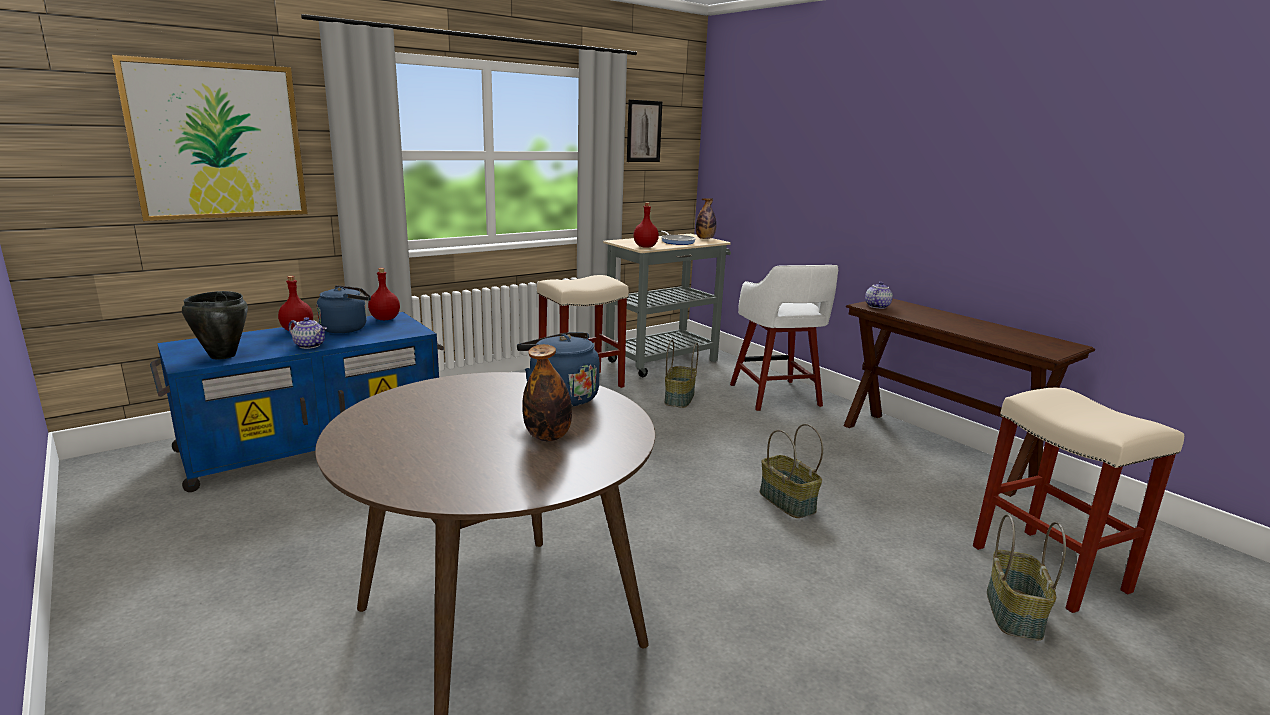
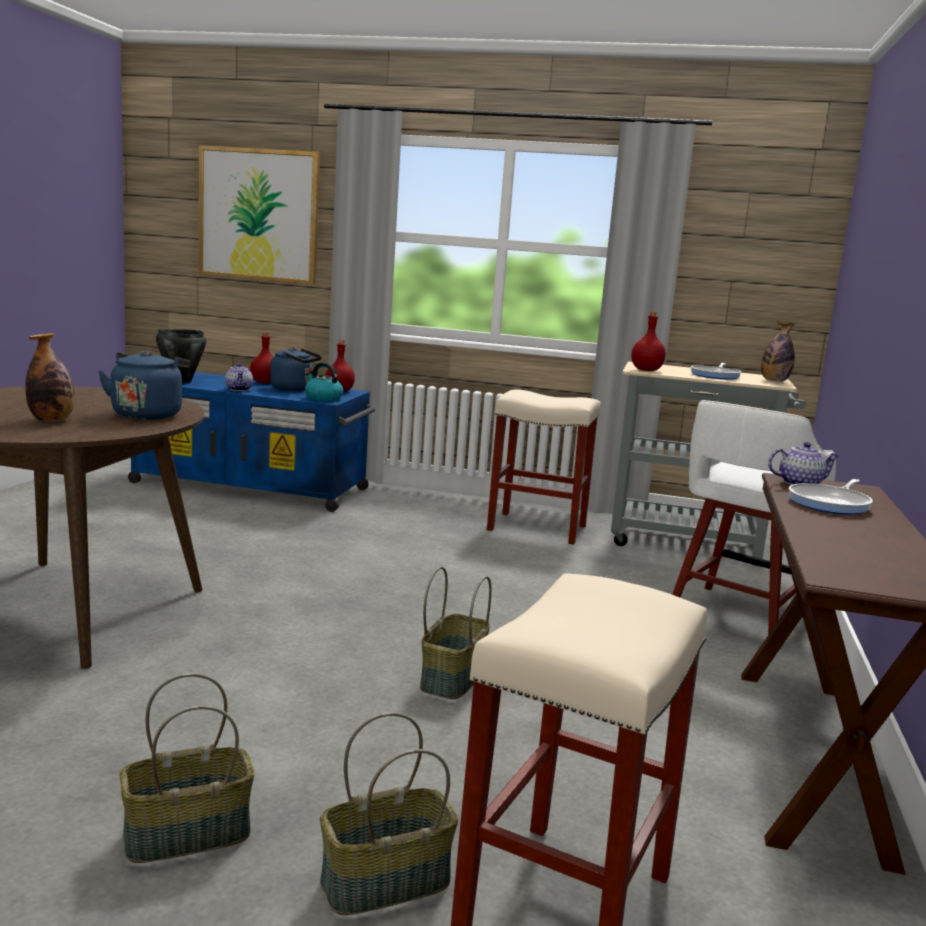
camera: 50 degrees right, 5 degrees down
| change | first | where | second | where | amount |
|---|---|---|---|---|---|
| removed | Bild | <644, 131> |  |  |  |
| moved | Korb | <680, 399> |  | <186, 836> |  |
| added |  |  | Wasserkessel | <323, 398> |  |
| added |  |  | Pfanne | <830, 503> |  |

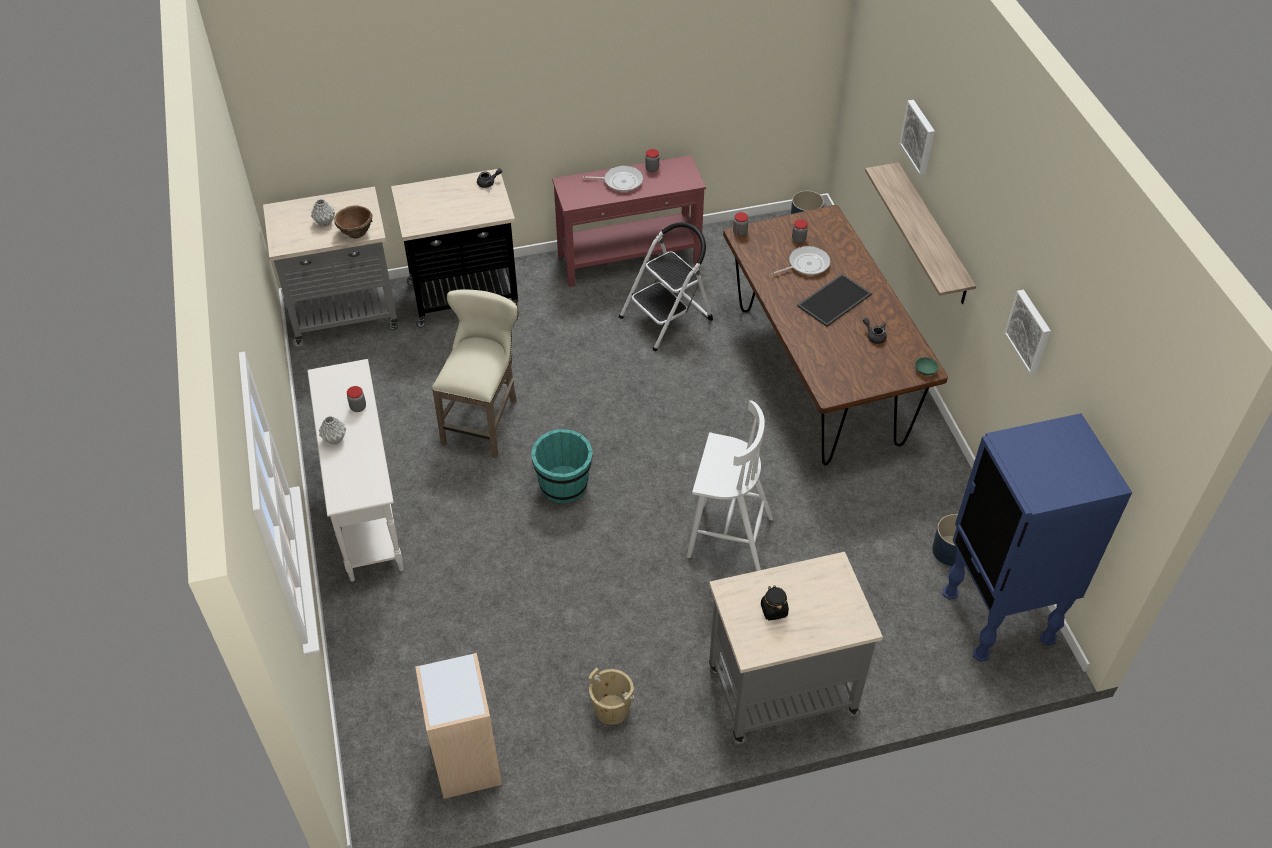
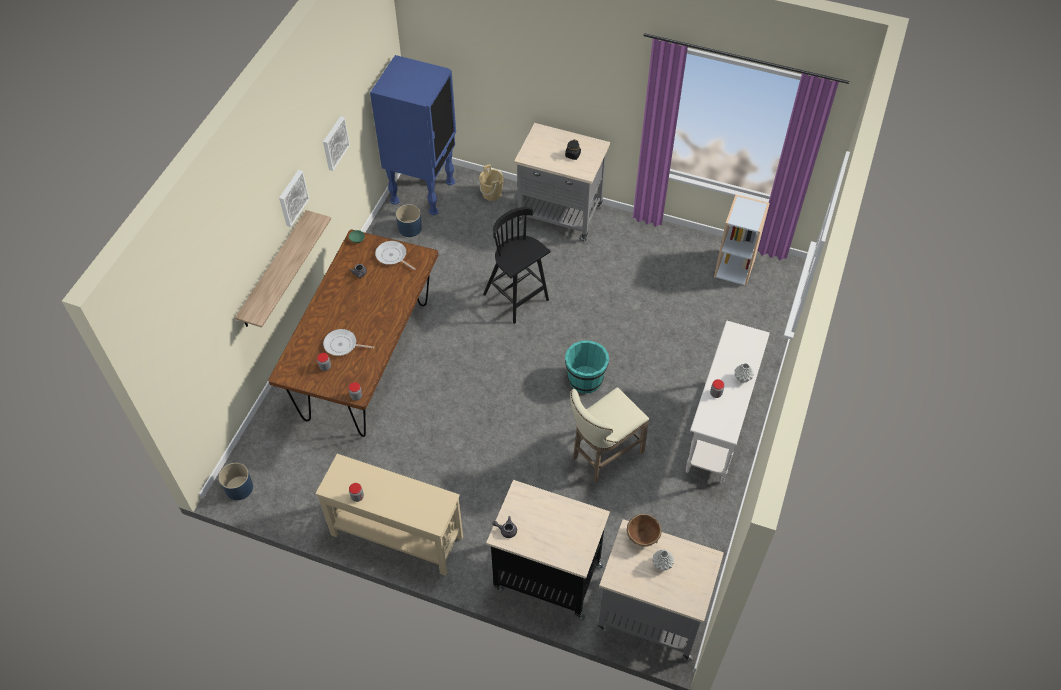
camera: 145 degrees left, 5 degrees up
| change | first | where | second | where | amount |
|---|---|---|---|---|---|
| recoloured | Konsolentisch (rot) | <630, 259> | Konsolentisch (beige) | <396, 535> |  |
| moved | Pfanne | <620, 181> |  | <392, 256> |  |
| moved | Eimer (beige) | <611, 709> |  | <492, 193> |  |
| removed | Trittleiter | <668, 318> |  |  |  |
| recoloured | Hocker (weiß) | <726, 536> | Hocker (schwarz) | <517, 298> |  |
| removed | Tablett | <834, 299> |  |  |  |
| moved | Bild | <919, 137> |  | <292, 197> |  |

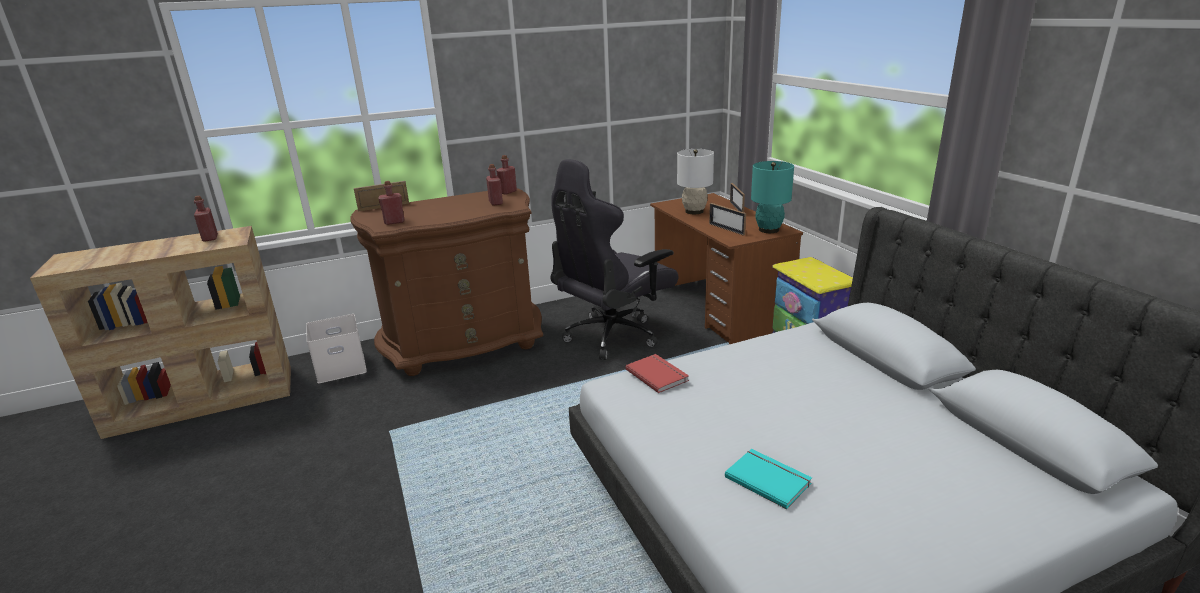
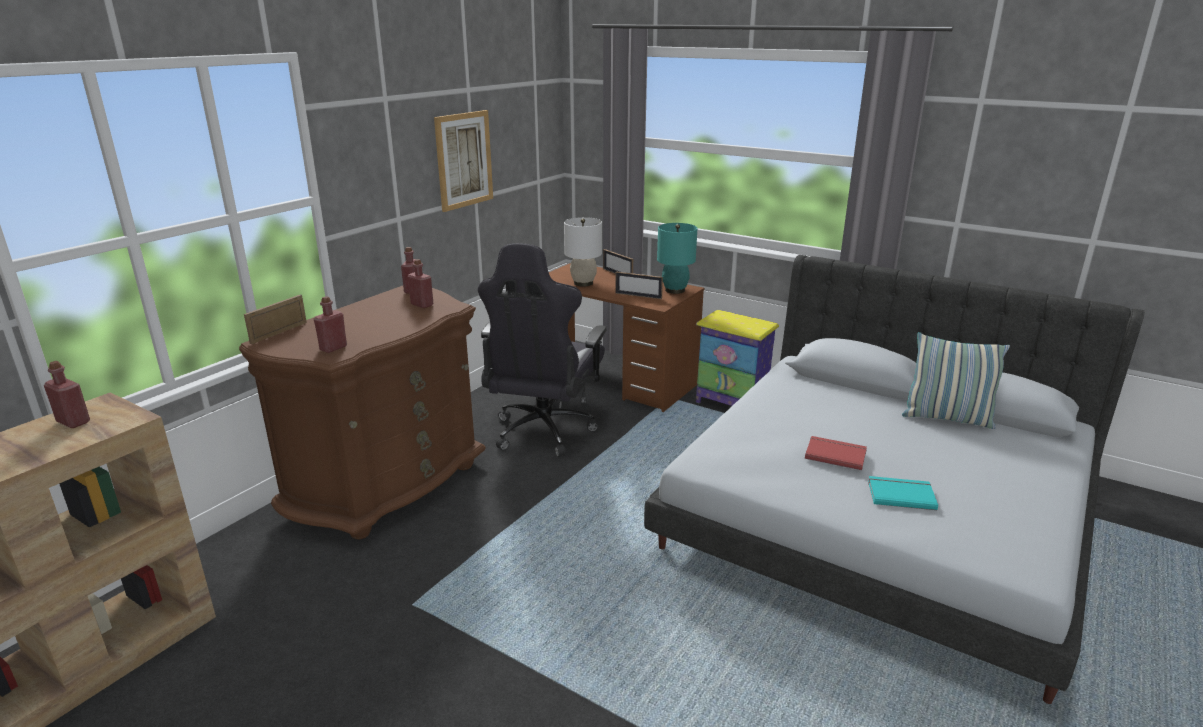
camera: 35 degrees left, 0 degrees up
| change | first | where | second | where | amount |
|---|---|---|---|---|---|
| removed | Aufbewahrungsbox (weiß) | <340, 368> |  |  |  |
| moved | Buch (rot) | <658, 374> |  | <835, 454> |  |
| added |  |  | Bild | <464, 160> |  |
| added |  |  | Kissen | <947, 418> |  |

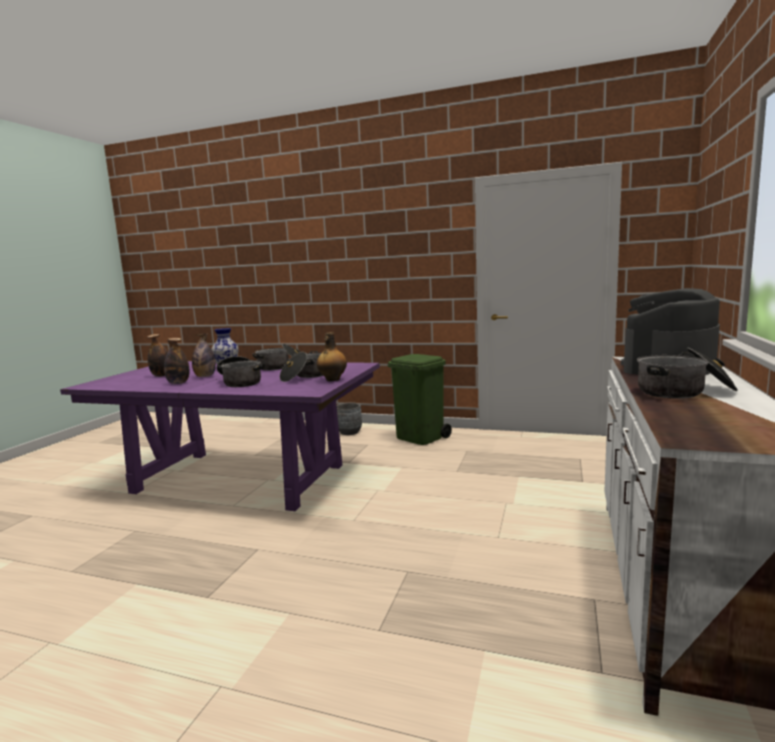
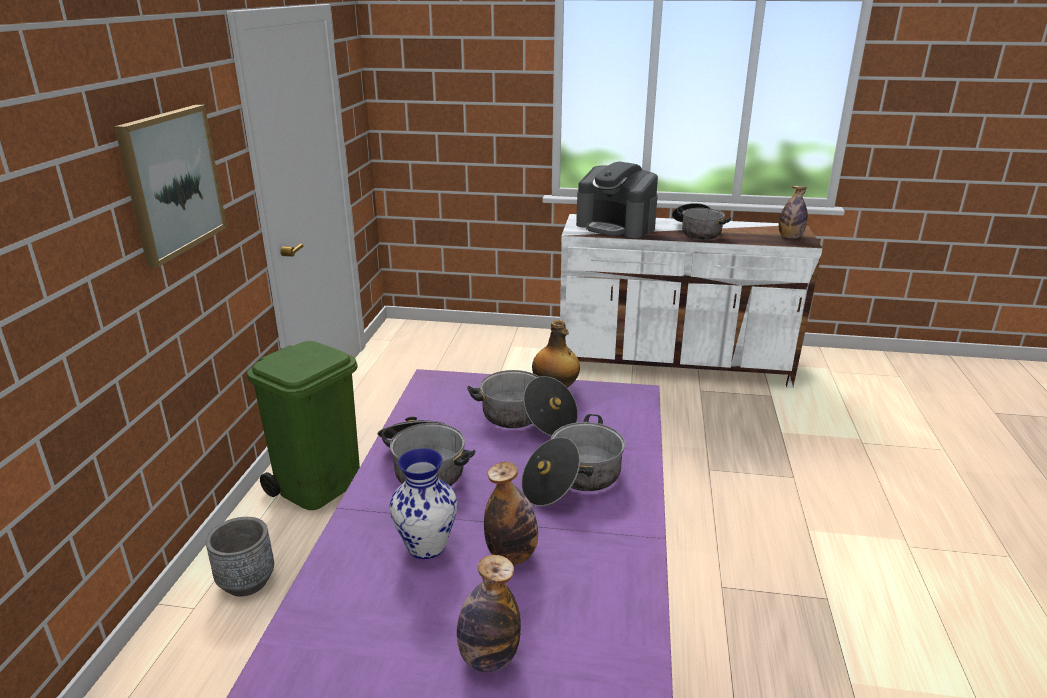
camera: 100 degrees left, 15 degrees up
| change | first | where | second | where | amount |
|---|---|---|---|---|---|
| moved | Flasche | <178, 383> |  | <790, 237> |  |
| added |  |  | Bild | <172, 182> |  |

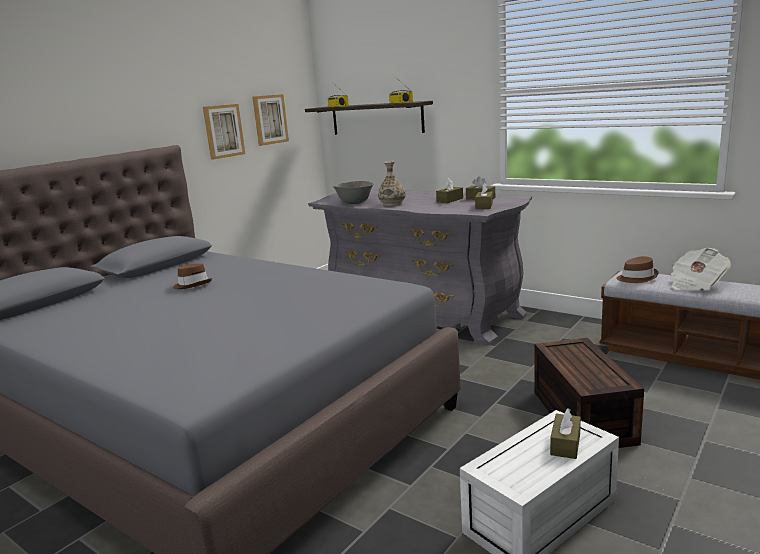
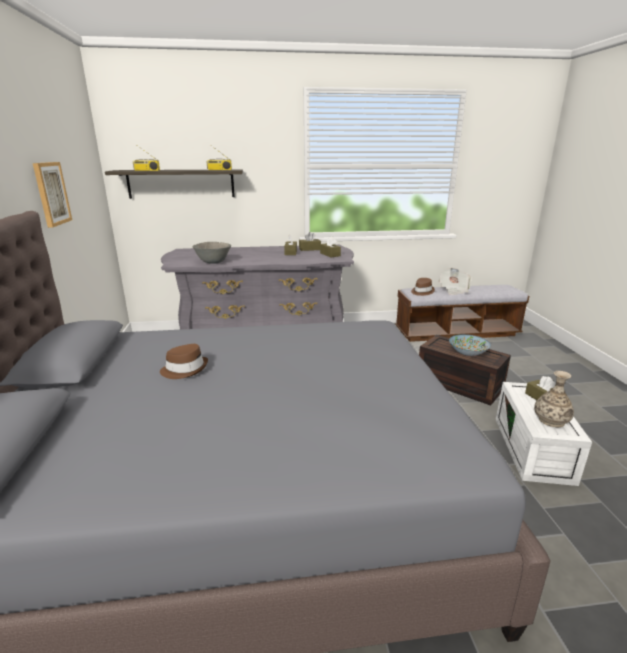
camera: 45 degrees left, 5 degrees up
| change | first | where | second | where | amount |
|---|---|---|---|---|---|
| removed | Bild | <269, 119> |  |  |  |
| moved | Vase | <392, 204> |  | <551, 420> |  |
| added |  |  | Schüssel | <467, 353> |  |

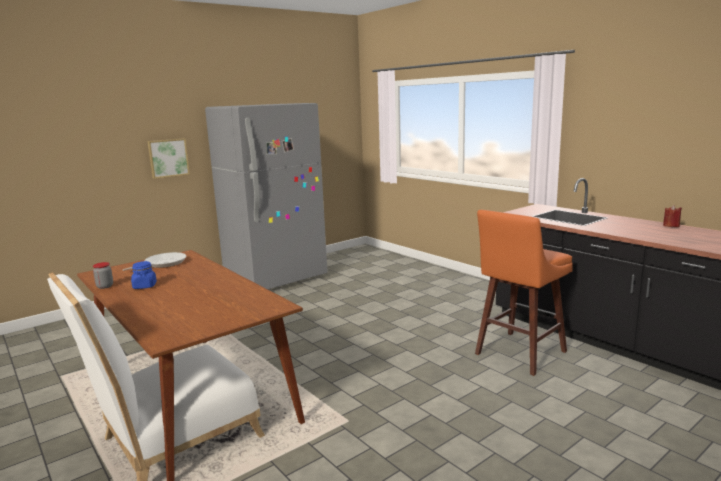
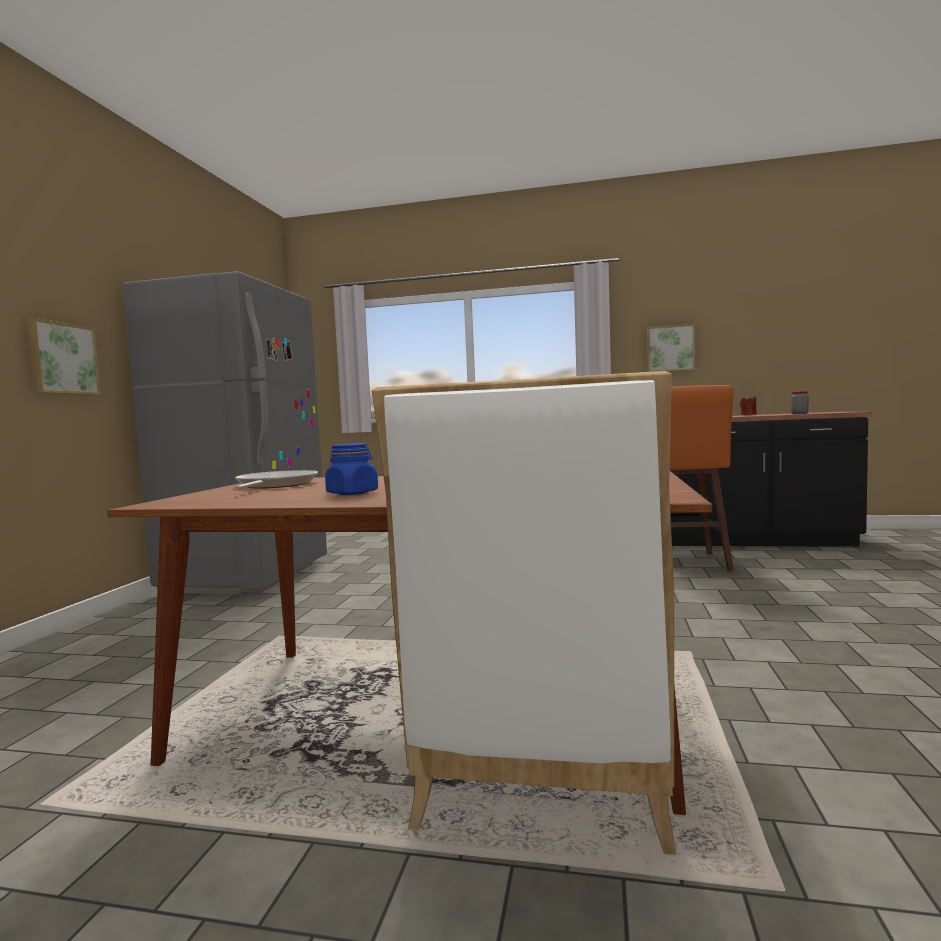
camera: 40 degrees left, 10 degrees down
| change | first | where | second | where | amount |
|---|---|---|---|---|---|
| moved | Vorratsglas | <105, 286> |  | <799, 414> |  |
| added |  |  | Bild | <670, 348> |  |

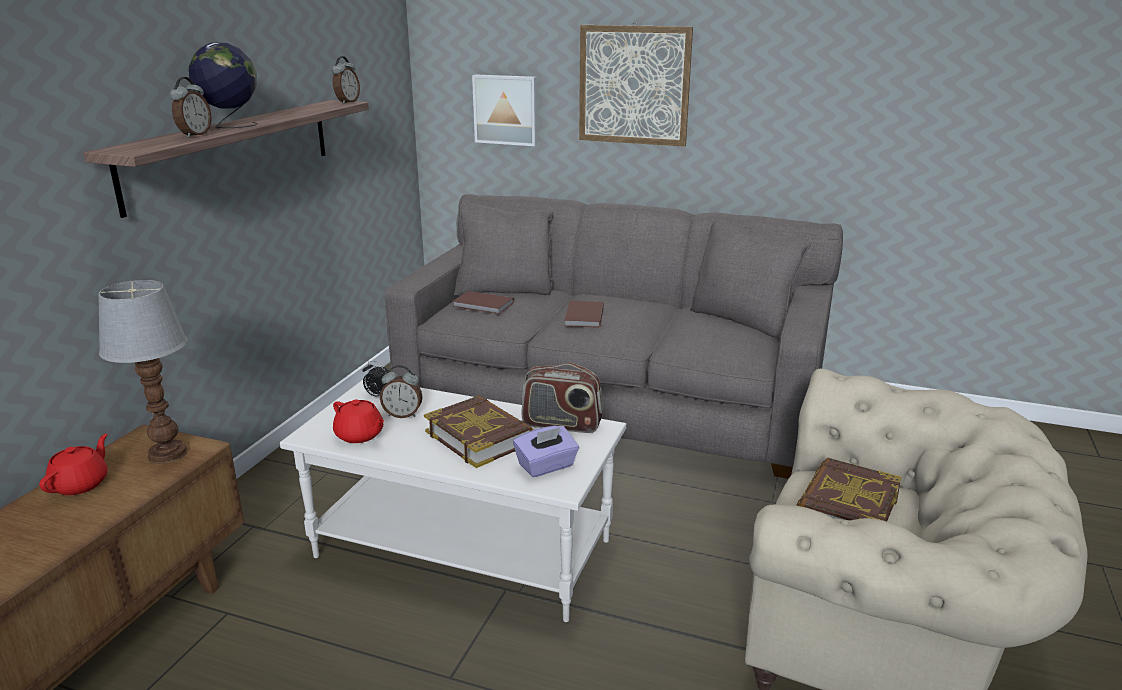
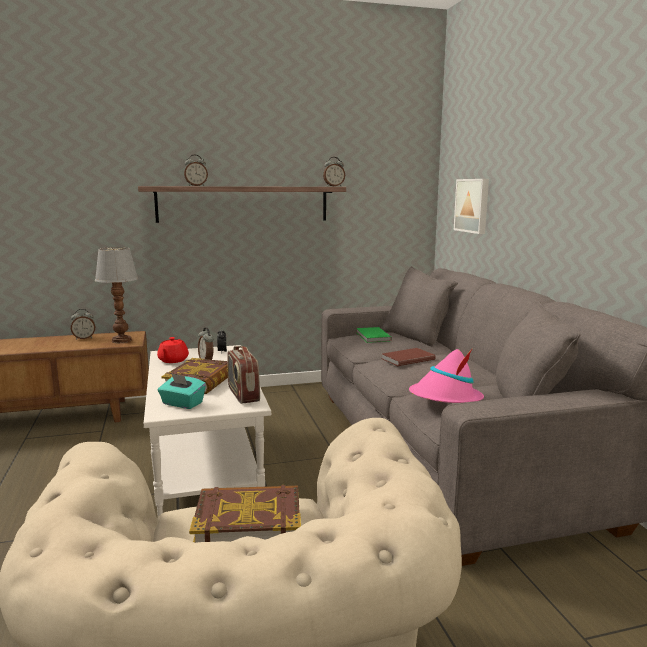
camera: 55 degrees right, 10 degrees down
| change | first | where | second | where | amount |
|---|---|---|---|---|---|
| replaced | Teekanne (rot) | <81, 484> | Wecker | <84, 338> |  |
| removed | Globus | <230, 126> |  |  |  |
| recoloured | Buch (braun) | <483, 305> | Buch (grün) | <372, 337> |  |
| recoloured | Taschentuchbox (lila) | <546, 466> | Taschentuchbox (türkis) | <182, 404> |  |
| removed | Bild | <634, 84> |  |  |  |
| added |  |  | Hut (rosa) | <445, 398> |  |

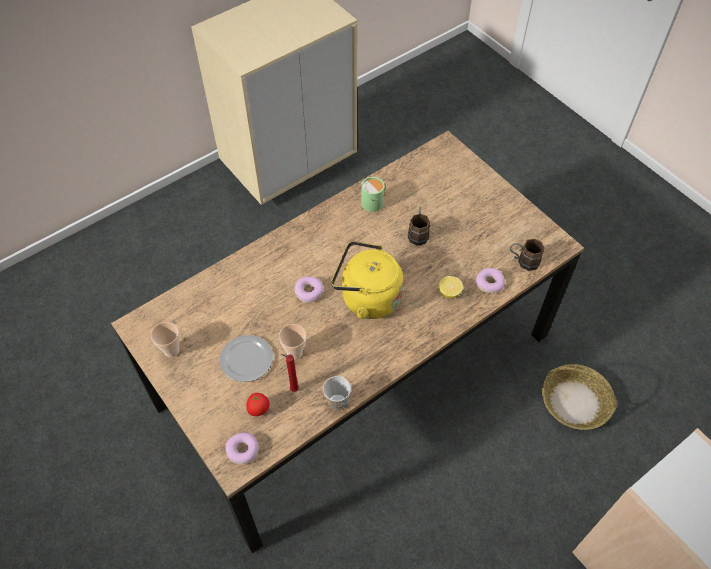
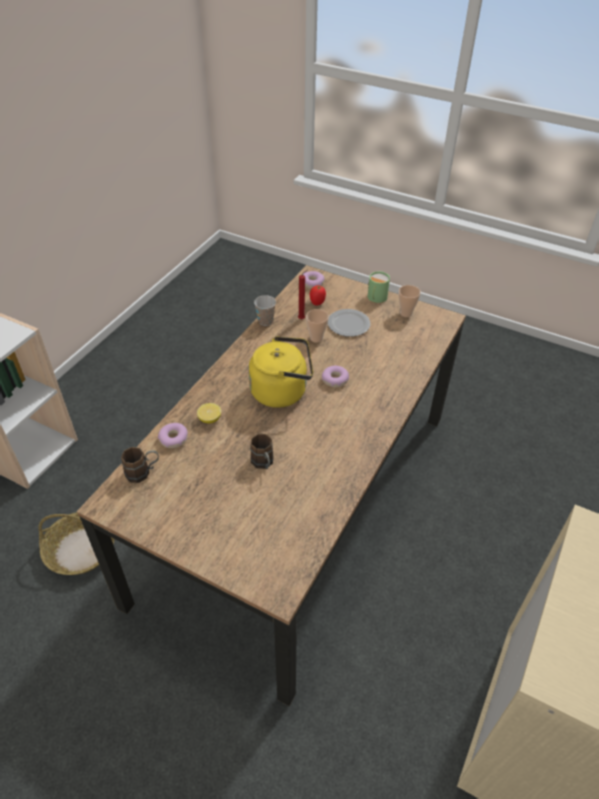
camera: 155 degrees right, 10 degrees down
| change | first | where | second | where | amount |
|---|---|---|---|---|---|
| moved | Henkelbecher (grün) | <374, 202> |  | <376, 298> |  |

